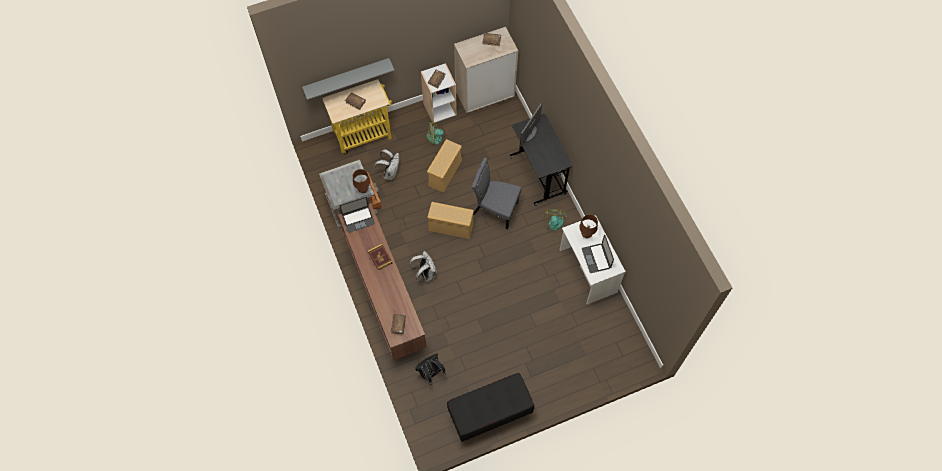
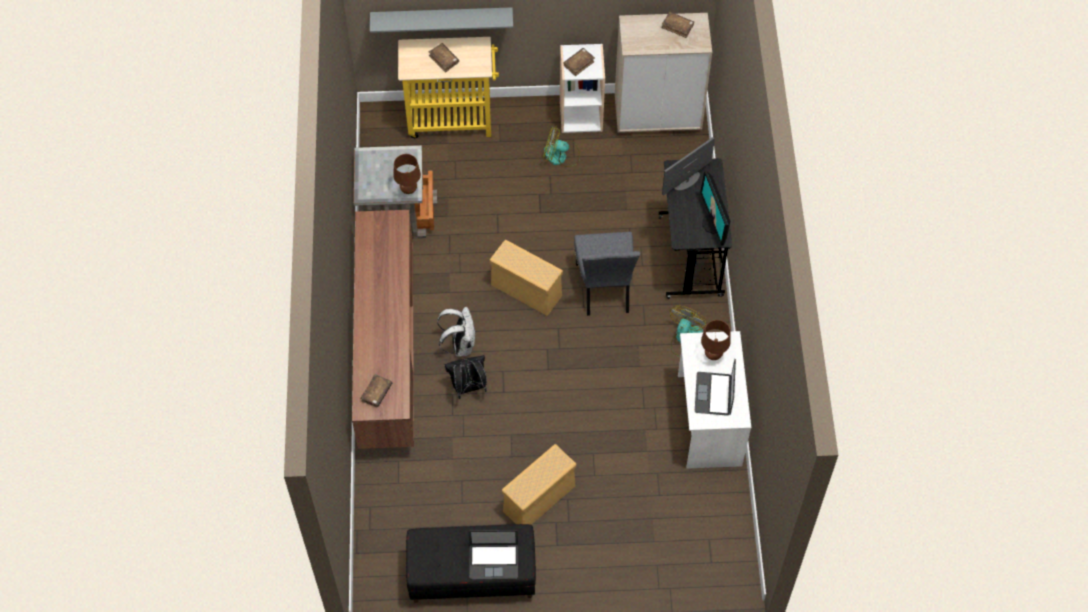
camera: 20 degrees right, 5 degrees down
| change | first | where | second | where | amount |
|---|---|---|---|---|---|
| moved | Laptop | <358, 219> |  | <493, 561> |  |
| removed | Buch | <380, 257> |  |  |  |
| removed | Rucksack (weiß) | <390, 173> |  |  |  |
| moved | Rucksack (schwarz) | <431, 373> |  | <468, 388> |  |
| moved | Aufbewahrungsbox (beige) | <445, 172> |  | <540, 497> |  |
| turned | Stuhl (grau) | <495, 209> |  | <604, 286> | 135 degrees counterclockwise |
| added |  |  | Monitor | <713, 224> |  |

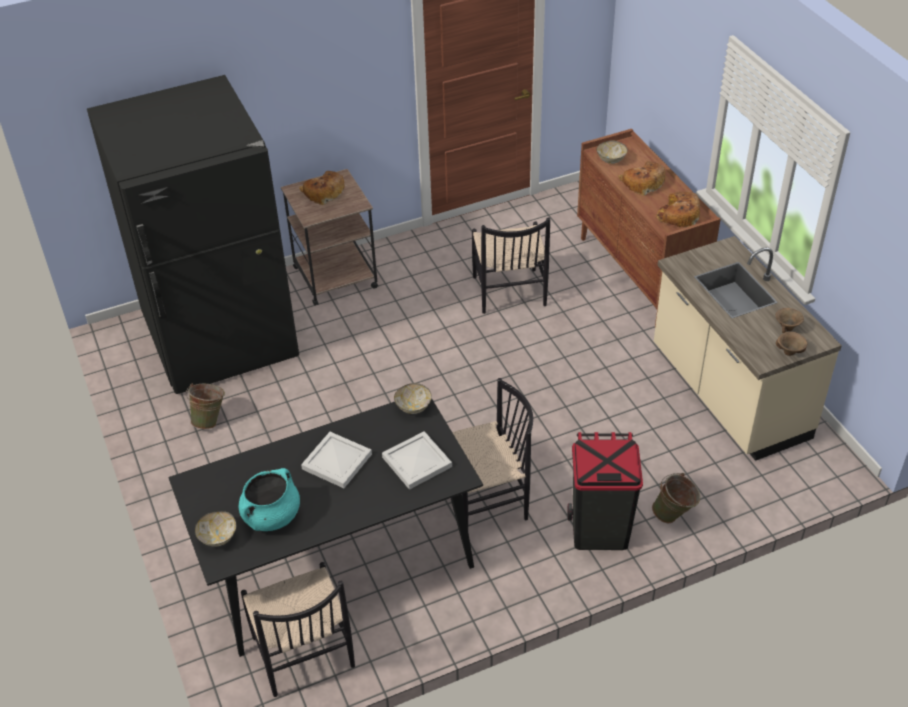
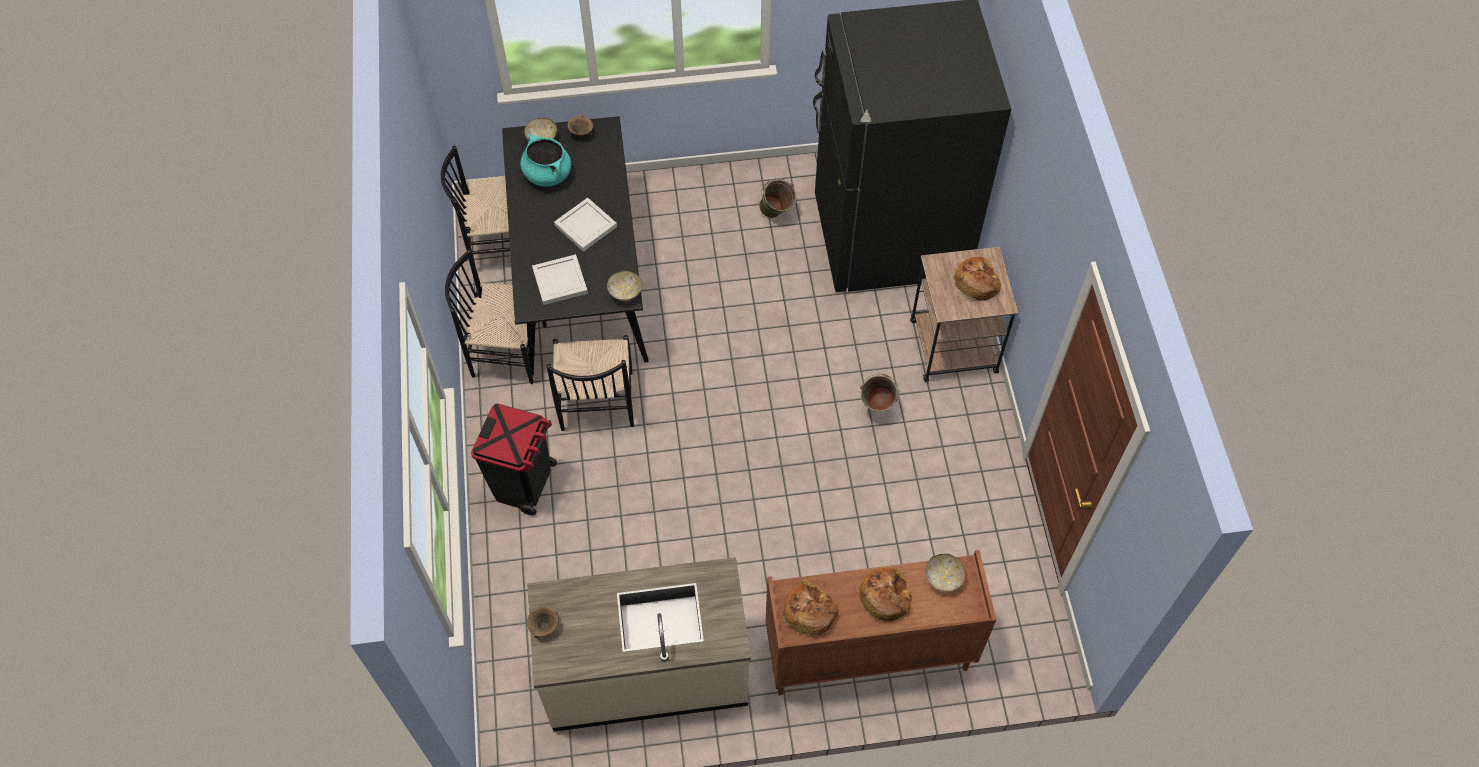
camera: 105 degrees right, 15 degrees up
| change | first | where | second | where | amount |
|---|---|---|---|---|---|
| moved | Stuhl (schwarz) | <509, 294> |  | <505, 350> |  |
| moved | Eimer (grün) | <674, 516> |  | <876, 409> |  |
| moved | Schüssel (braun) | <787, 328> |  | <581, 134> |  |

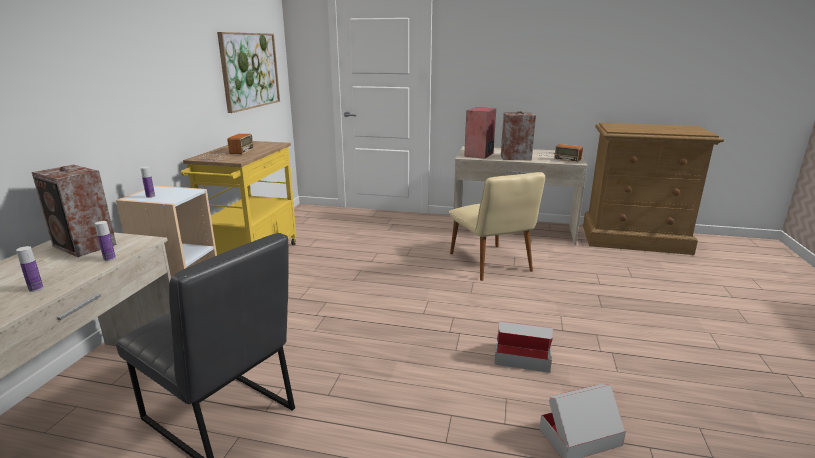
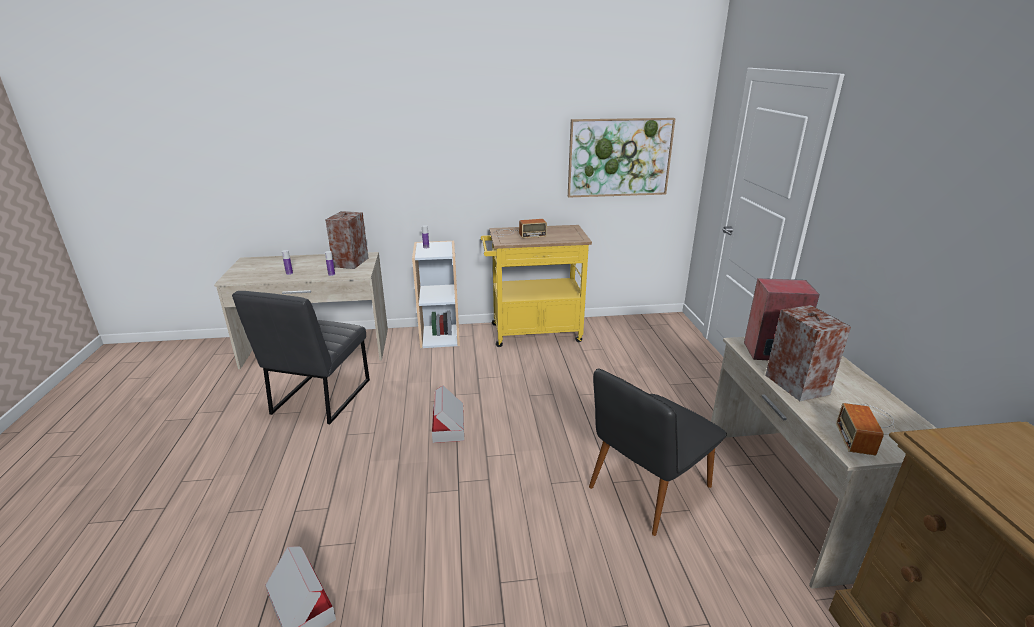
camera: 70 degrees right, 5 degrees up
| change | first | where | second | where | amount |
|---|---|---|---|---|---|
| recoloured | Stuhl (beige) | <489, 262> | Stuhl (schwarz) | <649, 487> |  |
| moved | Karton | <522, 357> |  | <448, 427> |  |

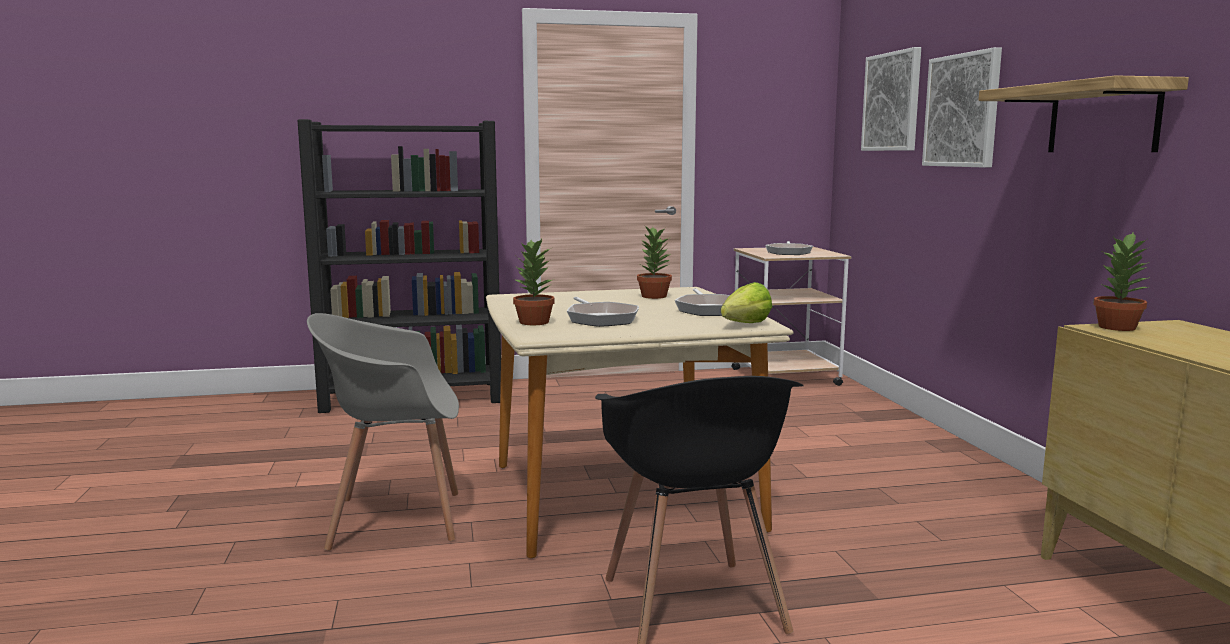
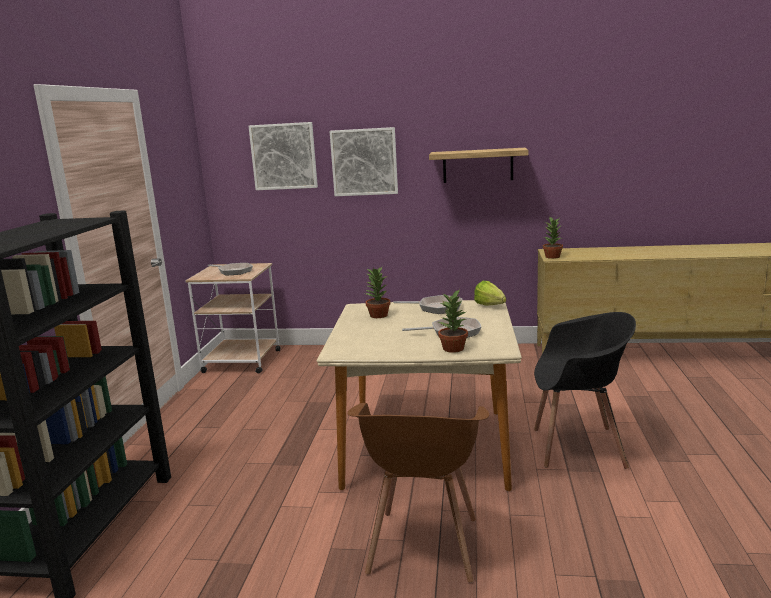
camera: 70 degrees left, 5 degrees up
| change | first | where | second | where | amount |
|---|---|---|---|---|---|
| recoloured | Stuhl (grau) | <394, 520> | Stuhl (braun) | <424, 547> |  |

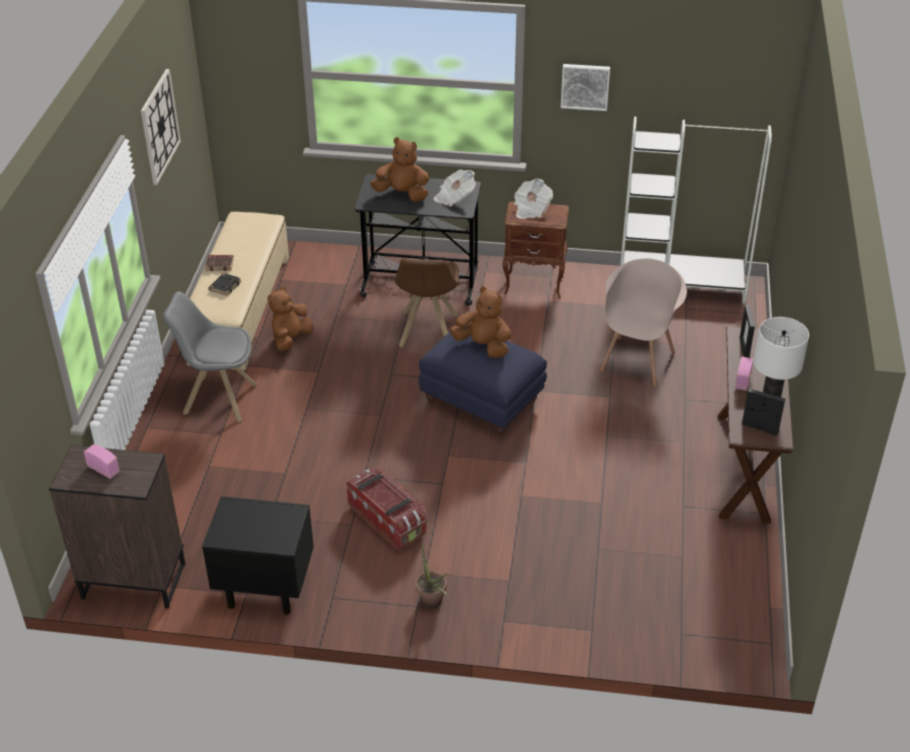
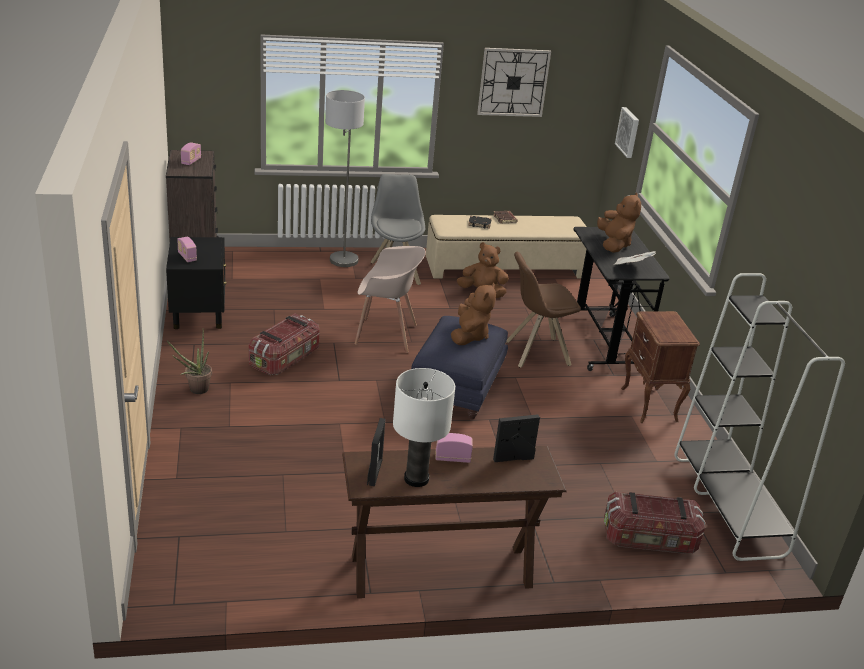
camera: 70 degrees right, 10 degrees down
| change | first | where | second | where | amount |
|---|---|---|---|---|---|
| removed | Zeitung | <531, 209> |  |  |  |
| moved | Bild | <585, 86> |  | <628, 132> |  |
| moved | Stuhl (beige) | <637, 361> |  | <387, 335> |  |
| added |  |  | Radio | <187, 257> |  |
| added |  |  | Stehlampe (grau) | <340, 264> |  |
| added |  |  | Aufbewahrungsbox | <649, 540> |  |

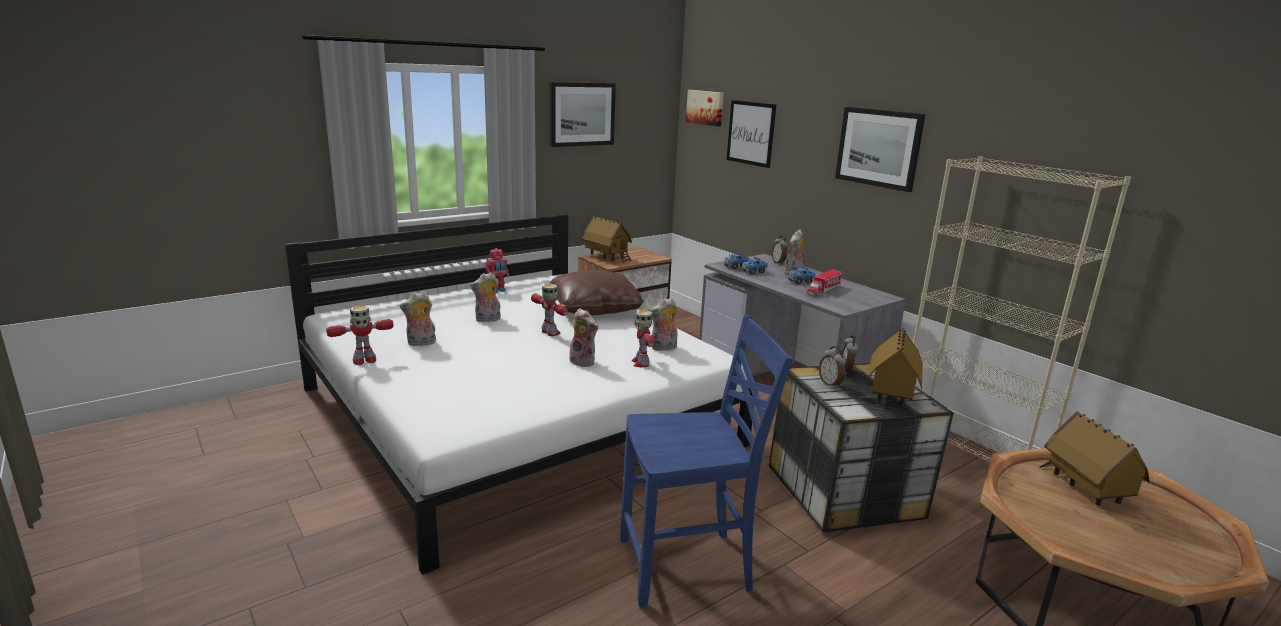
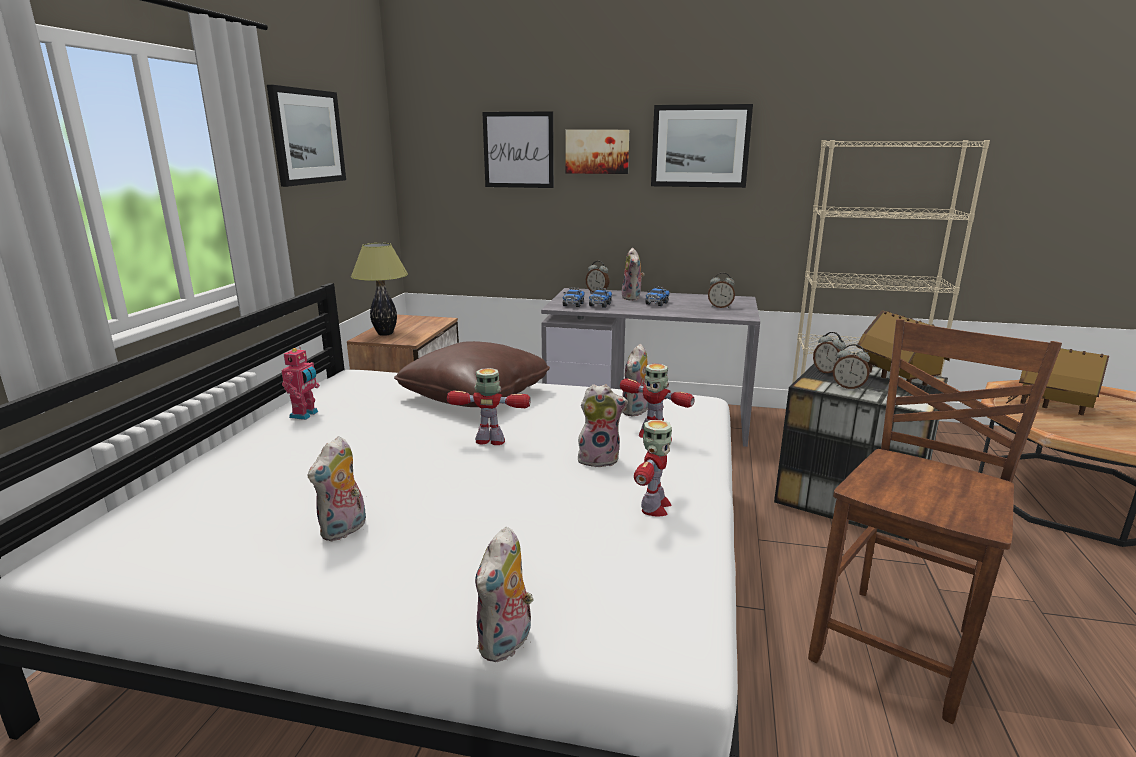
camera: 40 degrees left, 0 degrees up
| change | first | where | second | where | amount |
|---|---|---|---|---|---|
| moved | Spielzeugroboter | <364, 360> |  | <654, 507> |  |
| moved | Plüschtier | <487, 320> |  | <506, 644> |  |
| replaced | Spielzeughaus | <607, 257> | Tischlampe | <385, 333> |  |
| recoloured | Stuhl (blau) | <687, 566> | Stuhl (braun) | <898, 645> |  |
| moved | Bild | <705, 107> |  | <597, 151> |  |
| removed | Spielzeuglaster | <823, 290> |  |  |  |
| added |  |  | Wecker | <720, 307> |  |

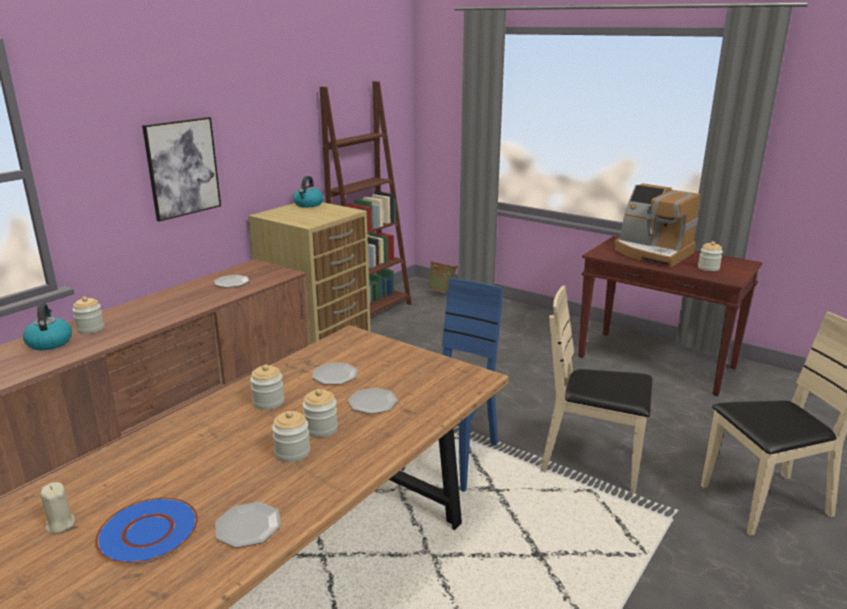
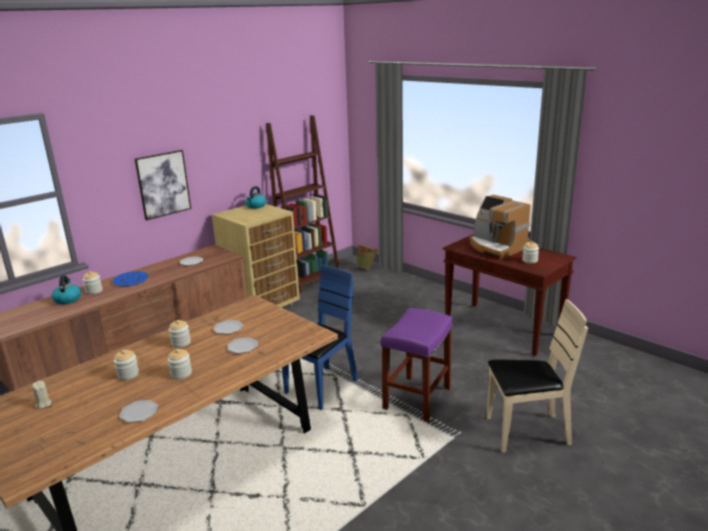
camera: 10 degrees right, 0 degrees up
| change | first | where | second | where | amount |
|---|---|---|---|---|---|
| moved | Teller (blau) | <149, 532> |  | <131, 280> |  |
| moved | Vorratsglas | <321, 429> |  | <128, 374> |  |
| replaced | Stuhl (beige) | <592, 463> | Hocker (lila) | <417, 397> |  |

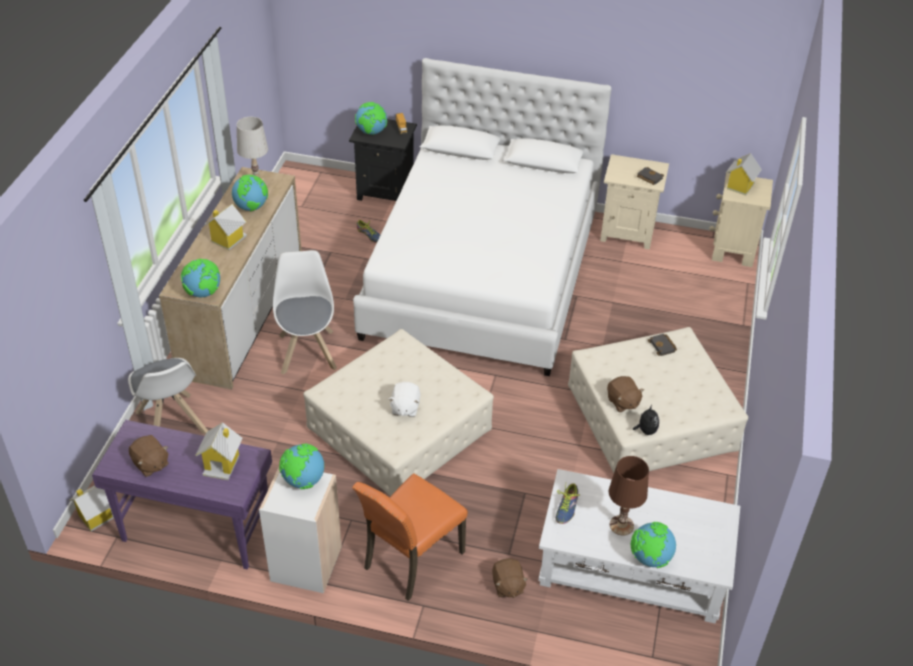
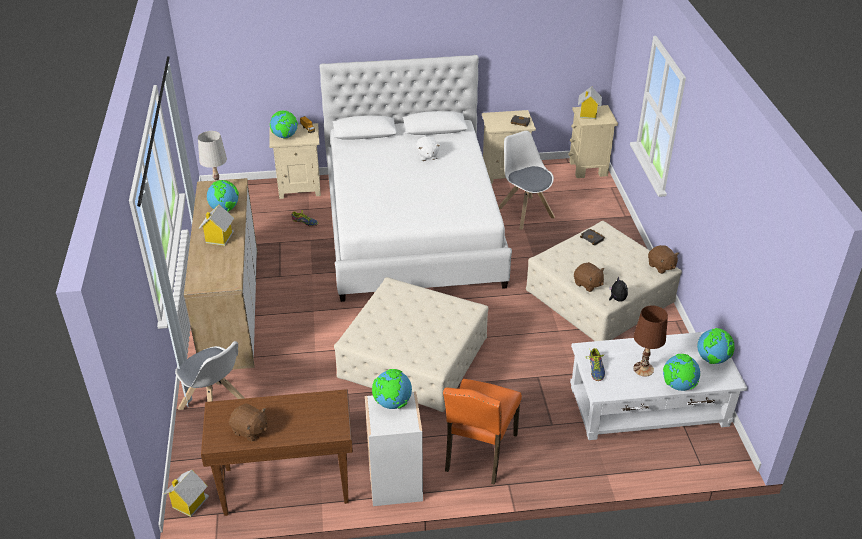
camera: 20 degrees left, 5 degrees down
| change | first | where | second | where | amount |
|---|---|---|---|---|---|
| recoloured | Konsolentisch (lila) | <196, 530> | Konsolentisch (braun) | <285, 486> |  |
| moved | Globus | <204, 293> |  | <712, 359> |  |
| removed | Spielzeughaus | <222, 464> |  |  |  |
| moved | Stuhl | <307, 350> |  | <525, 211> |  |
| recoloured | Nachttisch (schwarz) | <385, 193> | Nachttisch (beige) | <300, 188> |  |
| moved | Plüschtier (weiß) | <405, 408> |  | <427, 156> |  |
| moved | Plüschtier (braun) | <507, 586> |  | <661, 266> |  |

